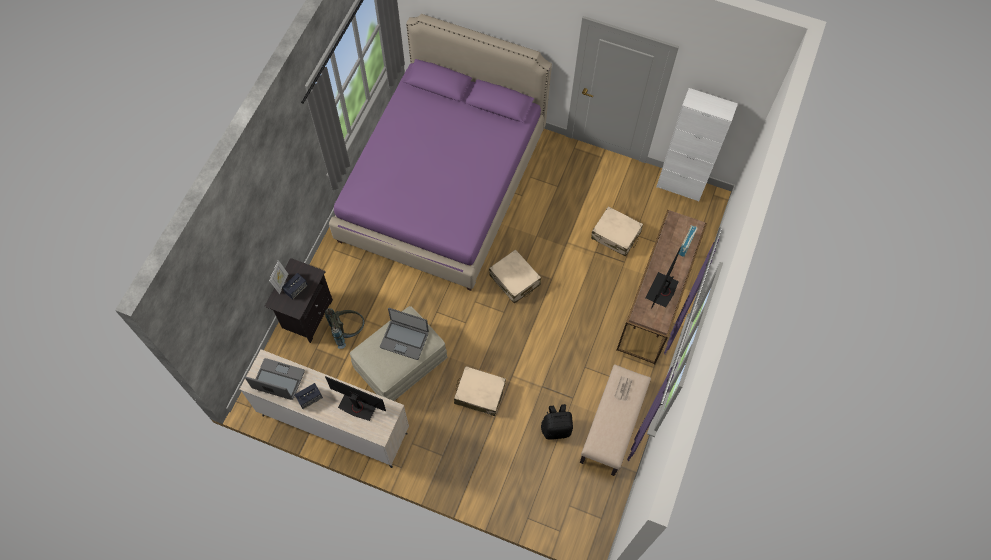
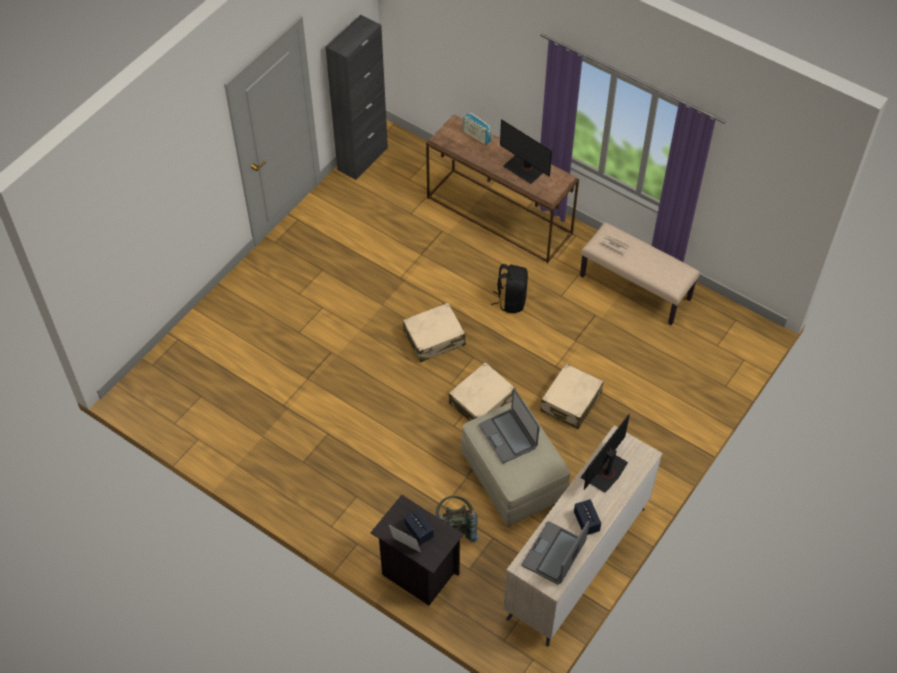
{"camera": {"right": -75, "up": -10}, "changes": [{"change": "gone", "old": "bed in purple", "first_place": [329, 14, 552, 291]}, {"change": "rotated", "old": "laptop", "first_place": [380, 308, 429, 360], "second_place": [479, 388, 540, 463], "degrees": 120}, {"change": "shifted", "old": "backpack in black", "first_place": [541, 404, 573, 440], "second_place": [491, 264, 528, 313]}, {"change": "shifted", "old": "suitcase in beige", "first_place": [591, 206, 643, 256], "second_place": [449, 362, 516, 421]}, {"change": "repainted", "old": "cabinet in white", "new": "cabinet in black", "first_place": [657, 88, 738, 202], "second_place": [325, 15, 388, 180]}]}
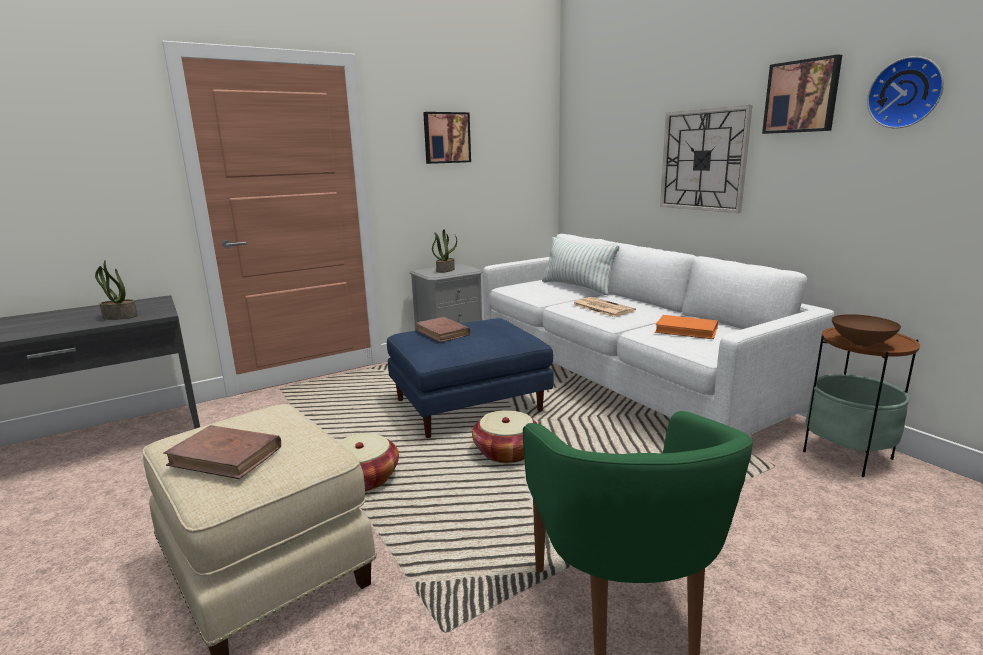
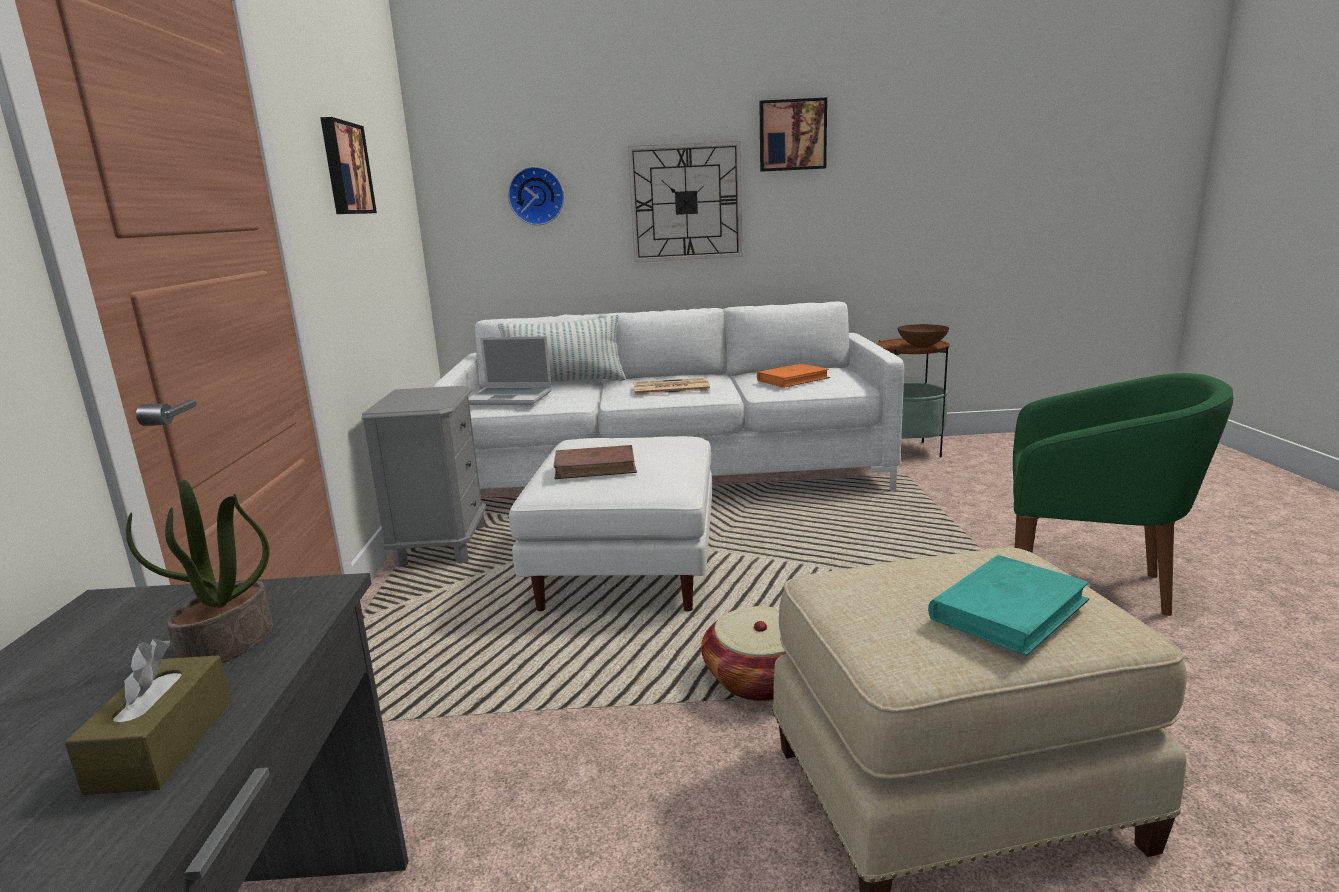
{"camera": {"right": -60, "up": 0}, "changes": [{"change": "repainted", "old": "book in brown", "new": "book in turquoise", "first_place": [163, 425, 281, 479], "second_place": [928, 555, 1089, 656]}, {"change": "repainted", "old": "ottoman in blue", "new": "ottoman in white", "first_place": [387, 318, 553, 438], "second_place": [509, 436, 712, 611]}, {"change": "gone", "old": "potted plant", "first_place": [432, 229, 457, 273]}, {"change": "gone", "old": "basket", "first_place": [472, 410, 538, 463]}, {"change": "shifted", "old": "wall clock", "first_place": [867, 56, 944, 128], "second_place": [508, 166, 564, 225]}, {"change": "new", "new": "tissue box in brown", "second_place": [65, 639, 231, 795]}, {"change": "new", "new": "laptop", "second_place": [468, 336, 552, 405]}]}
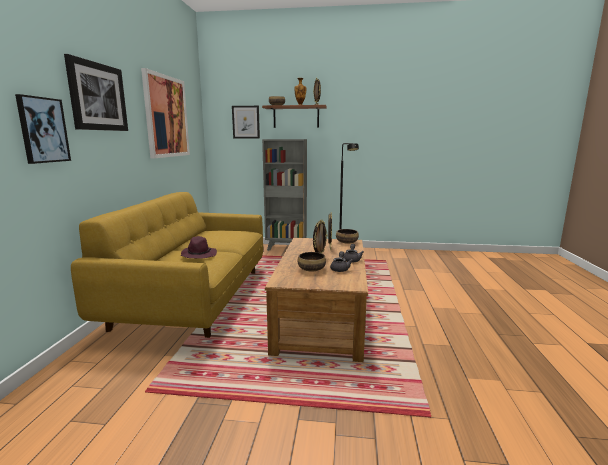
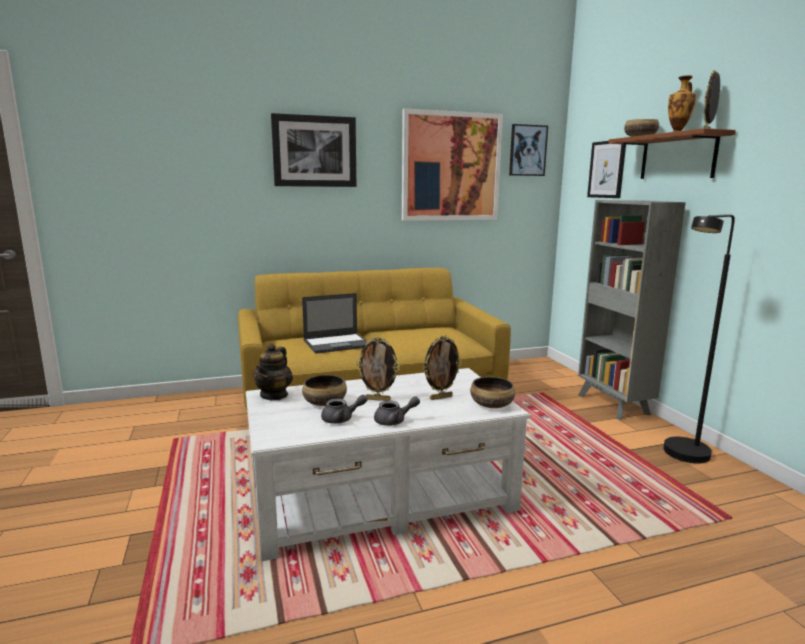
{"camera": {"right": 65, "up": 0}, "changes": [{"change": "shifted", "old": "picture", "first_place": [15, 94, 71, 164], "second_place": [509, 124, 548, 176]}, {"change": "swapped", "old": "hat in purple", "new": "laptop", "first_place": [181, 236, 217, 259], "second_place": [302, 293, 367, 354]}, {"change": "repainted", "old": "coffee table in brown", "new": "coffee table in white", "first_place": [265, 238, 368, 362], "second_place": [246, 368, 530, 562]}, {"change": "new", "new": "teapot", "second_place": [253, 343, 293, 401]}]}
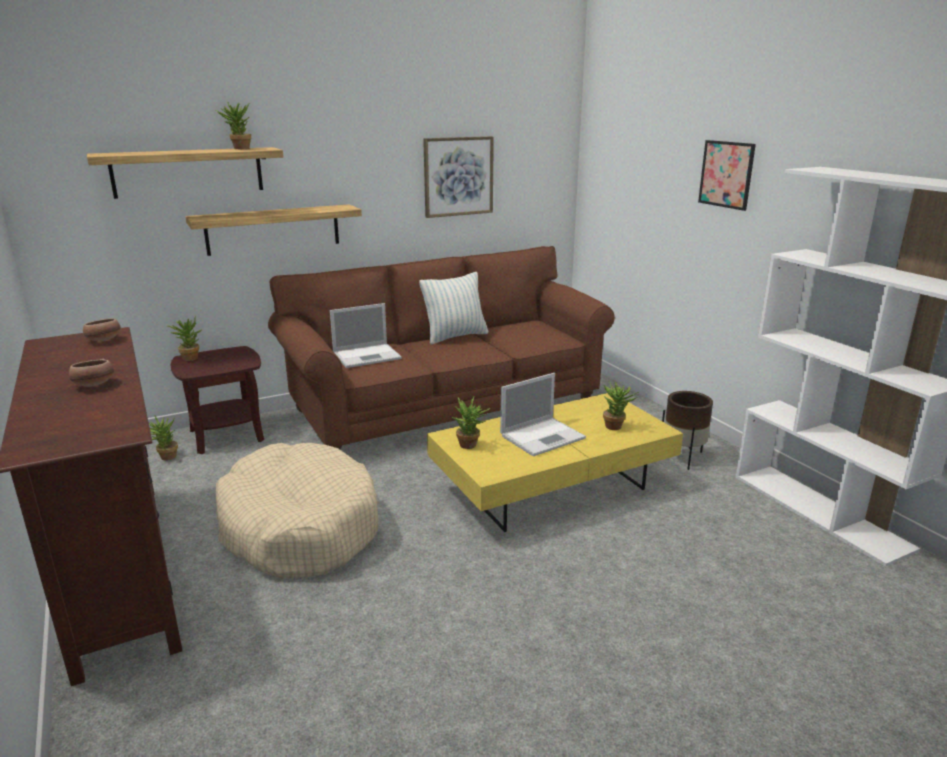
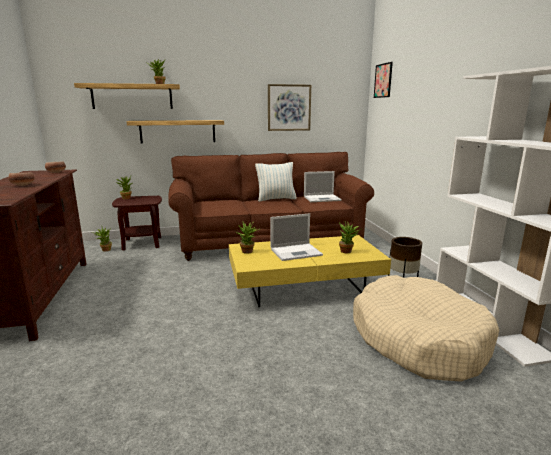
{"camera": {"right": 15, "up": -5}, "changes": [{"change": "shifted", "old": "dog bed in beige", "first_place": [216, 443, 378, 579], "second_place": [353, 275, 499, 382]}, {"change": "shifted", "old": "laptop", "first_place": [330, 303, 402, 368], "second_place": [304, 171, 342, 202]}, {"change": "shifted", "old": "picture", "first_place": [698, 140, 756, 211], "second_place": [374, 62, 393, 98]}]}
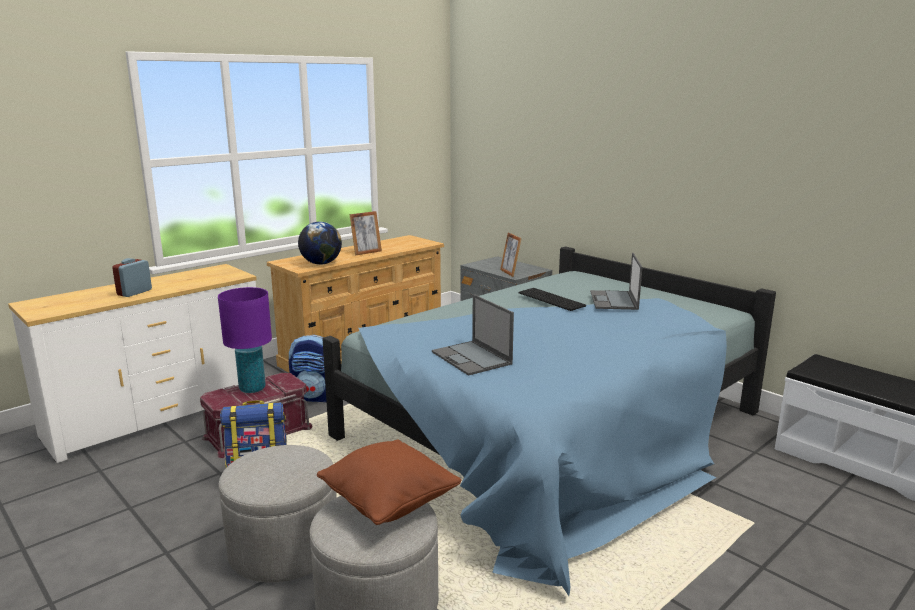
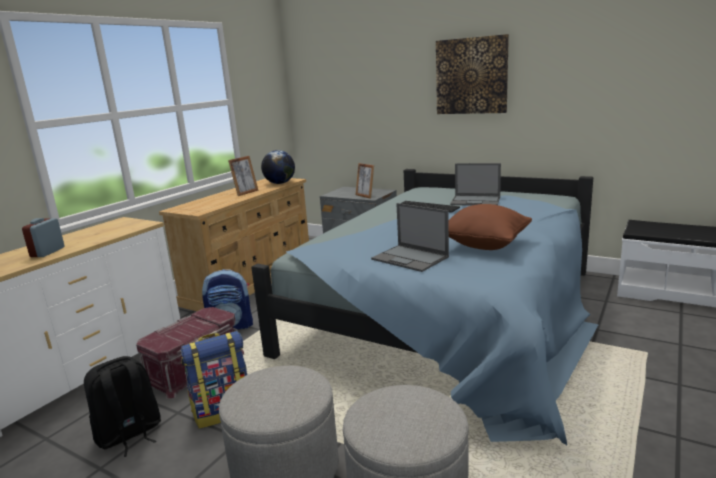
{"camera": {"right": -15, "up": 0}, "changes": [{"change": "gone", "old": "table lamp in purple", "first_place": [218, 287, 272, 393]}, {"change": "shifted", "old": "globe", "first_place": [298, 222, 342, 265], "second_place": [261, 150, 295, 184]}, {"change": "shifted", "old": "pillow in brown", "first_place": [317, 440, 462, 525], "second_place": [449, 204, 532, 250]}, {"change": "rotated", "old": "laptop", "first_place": [590, 253, 642, 310], "second_place": [450, 163, 501, 206], "degrees": -60}, {"change": "new", "new": "backpack in black", "second_place": [84, 356, 161, 457]}, {"change": "new", "new": "picture", "second_place": [436, 34, 509, 114]}]}
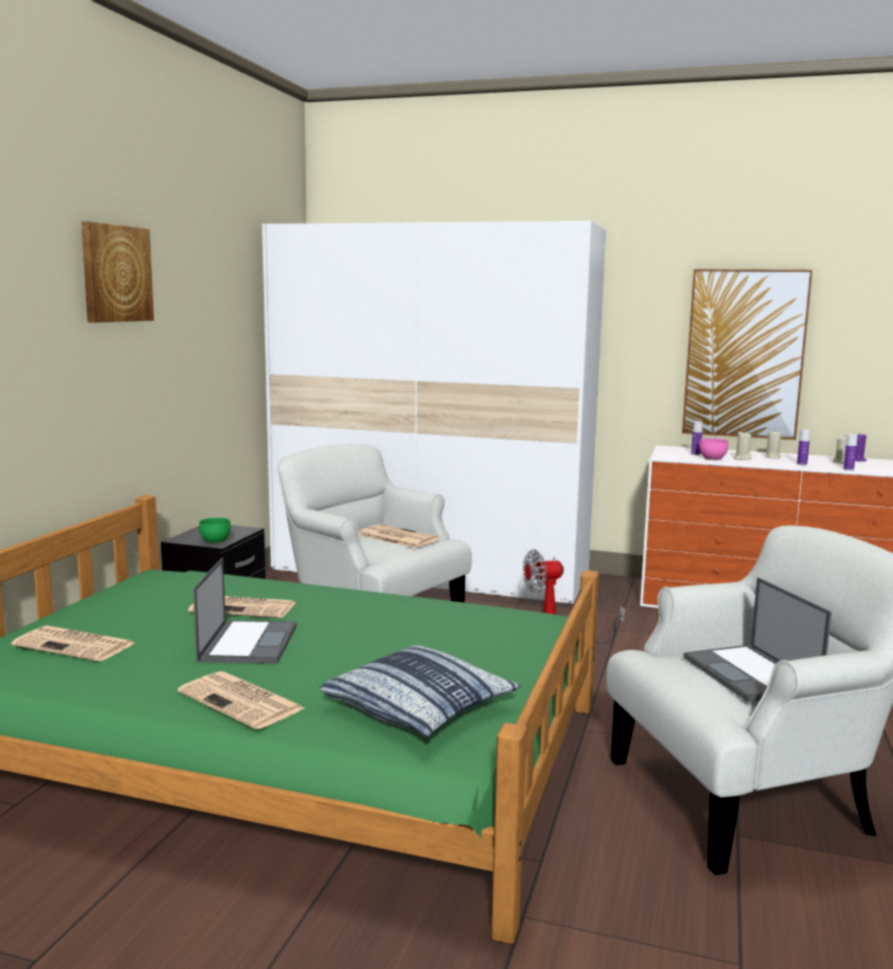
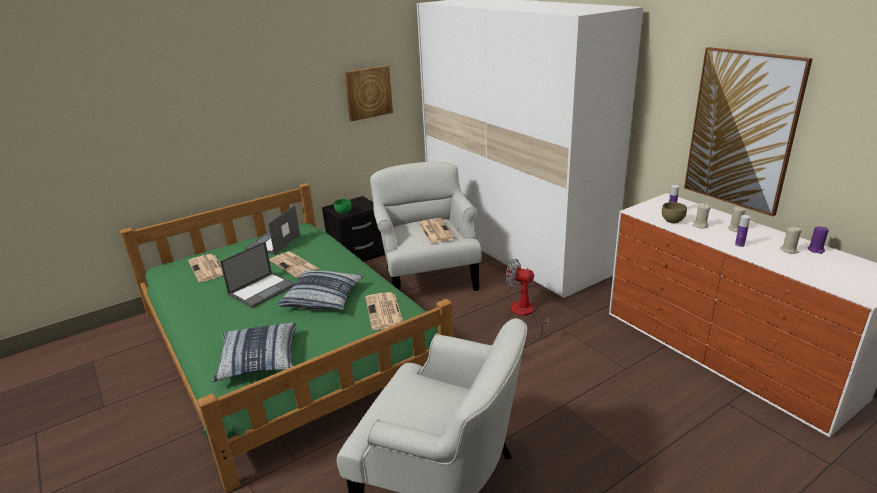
{"camera": {"right": 40, "up": 15}, "changes": [{"change": "shifted", "old": "picture", "first_place": [81, 221, 154, 323], "second_place": [344, 65, 393, 121]}, {"change": "shifted", "old": "newspaper", "first_place": [178, 671, 306, 730], "second_place": [365, 292, 403, 330]}, {"change": "shifted", "old": "laptop", "first_place": [683, 577, 832, 702], "second_place": [245, 205, 300, 255]}, {"change": "repainted", "old": "bowl in pink", "new": "bowl in brown", "first_place": [699, 438, 728, 460], "second_place": [662, 202, 687, 223]}, {"change": "gone", "old": "bottle", "first_place": [843, 434, 858, 471]}, {"change": "new", "new": "pillow", "second_place": [278, 270, 364, 310]}]}
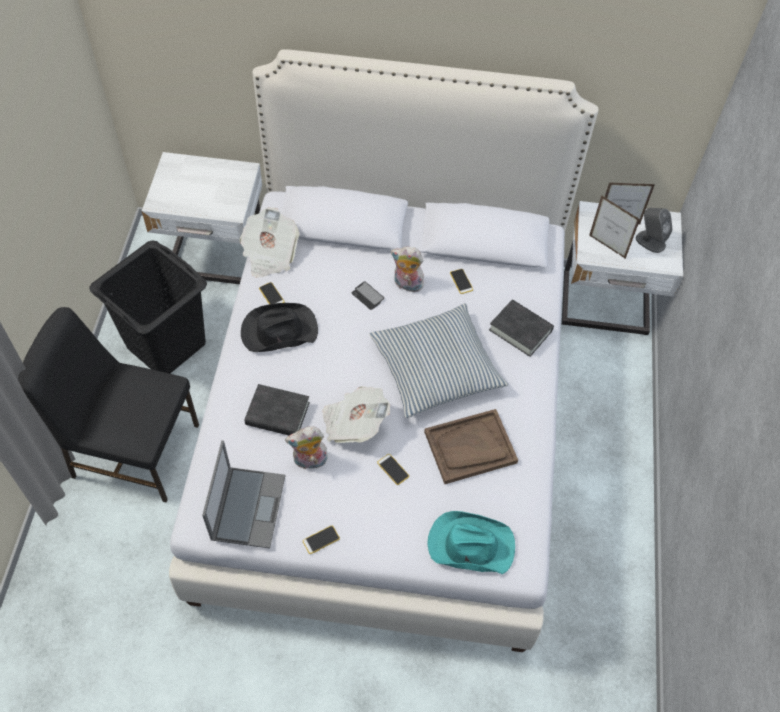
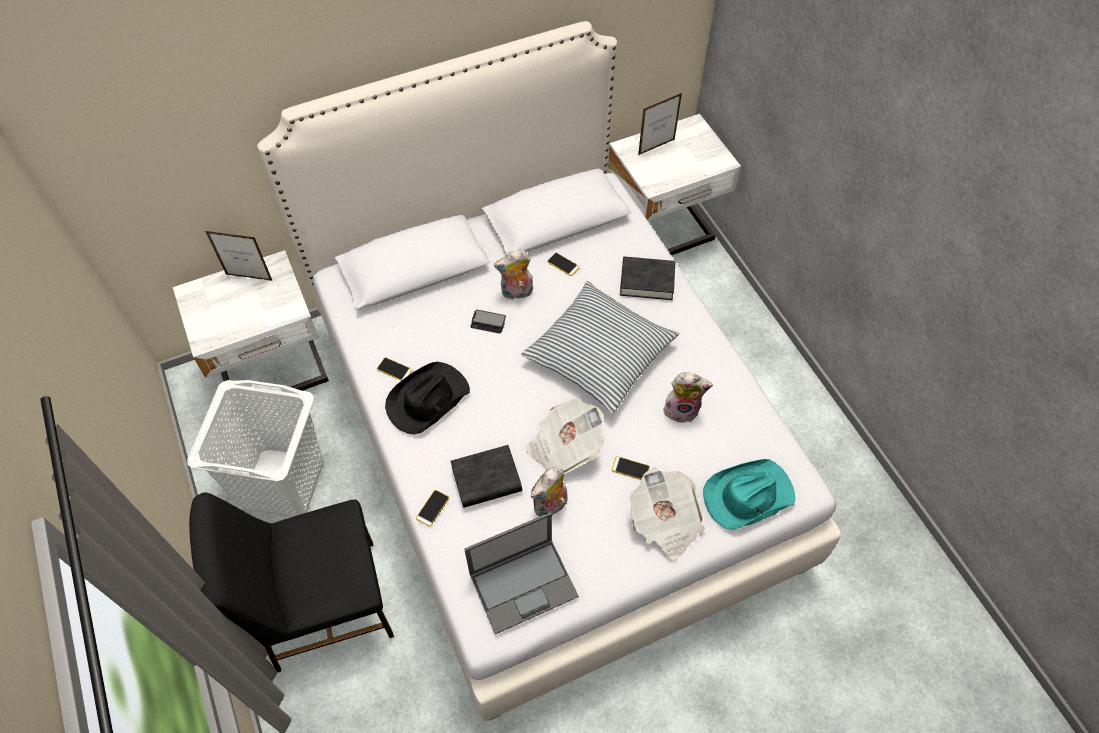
{"camera": {"right": -30, "up": 0}, "changes": [{"change": "repainted", "old": "laundry basket in black", "new": "laundry basket in white", "first_place": [89, 240, 207, 374], "second_place": [187, 380, 324, 517]}, {"change": "rotated", "old": "laptop", "first_place": [202, 440, 286, 549], "second_place": [464, 512, 579, 634], "degrees": 90}, {"change": "shifted", "old": "newspaper", "first_place": [240, 207, 299, 278], "second_place": [630, 468, 705, 561]}, {"change": "shifted", "old": "phone", "first_place": [303, 526, 340, 554], "second_place": [416, 490, 449, 527]}, {"change": "swapped", "old": "tray in brown", "new": "plush toy", "first_place": [424, 409, 518, 484], "second_place": [663, 372, 713, 423]}, {"change": "shifted", "old": "picture frame", "first_place": [589, 195, 640, 259], "second_place": [205, 231, 273, 281]}, {"change": "gone", "old": "speaker in grey", "first_place": [636, 208, 673, 253]}]}
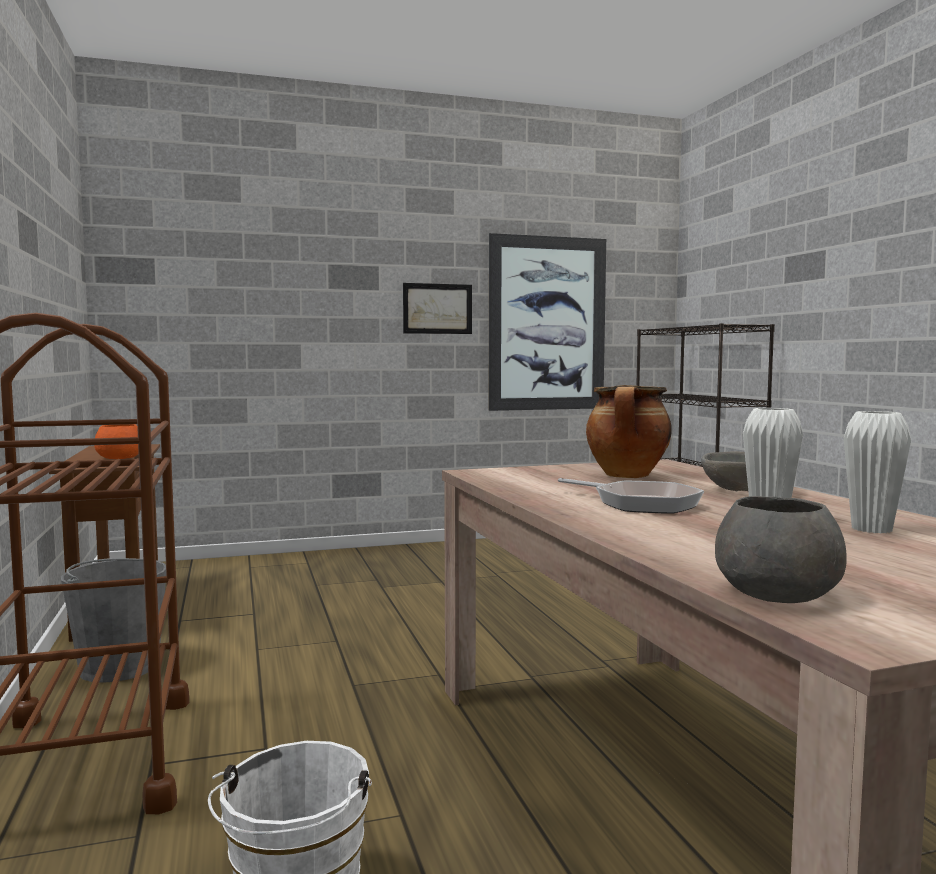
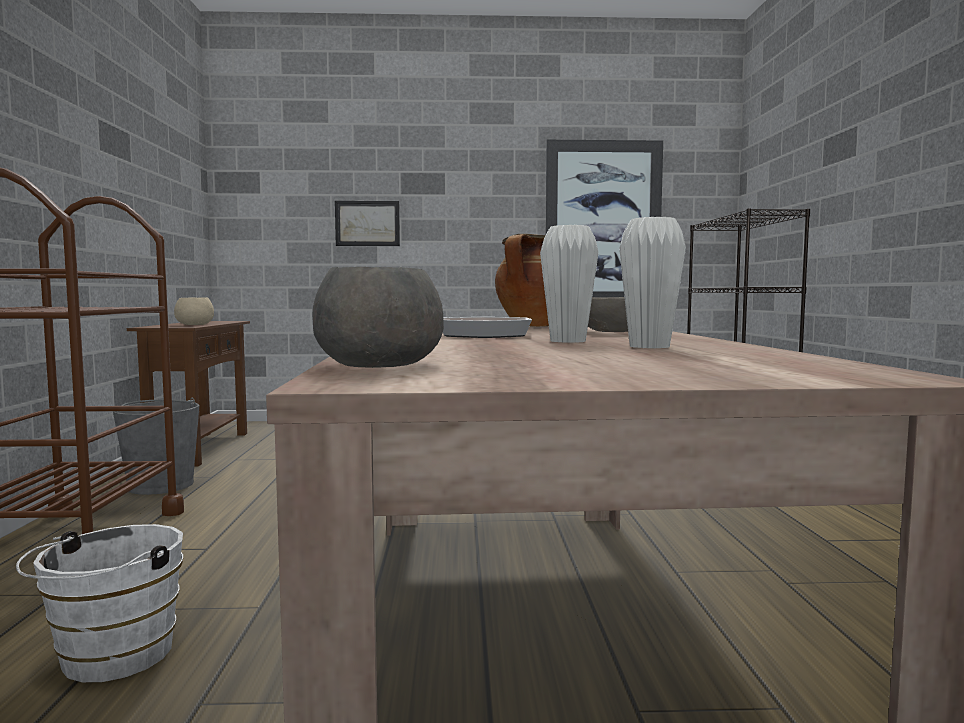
{"camera": {"right": 15, "up": 0}, "changes": [{"change": "repainted", "old": "bowl in orange", "new": "bowl in beige", "first_place": [94, 424, 139, 459], "second_place": [174, 297, 214, 325]}, {"change": "shifted", "old": "picture", "first_place": [403, 283, 472, 334], "second_place": [335, 201, 400, 246]}]}
